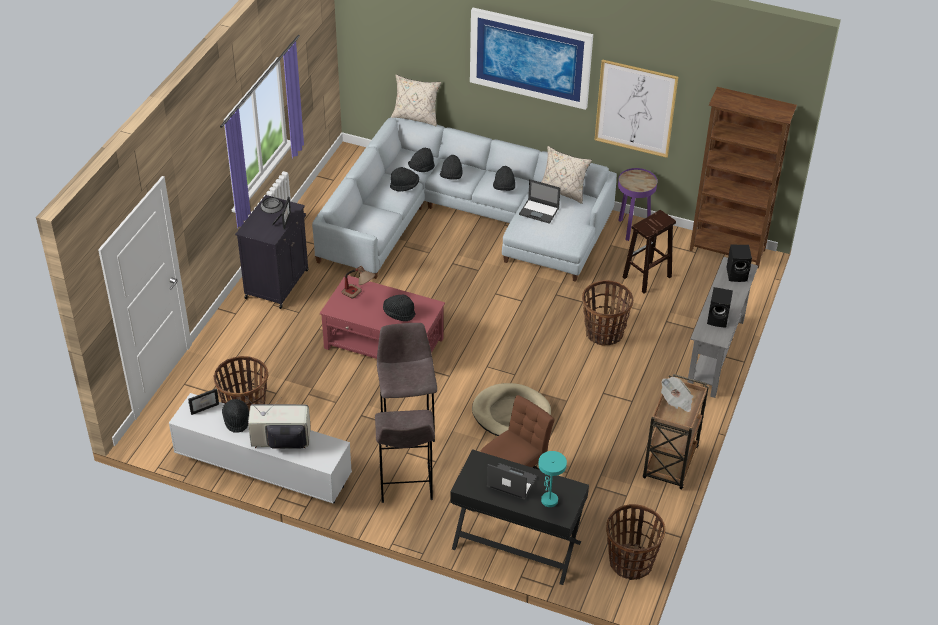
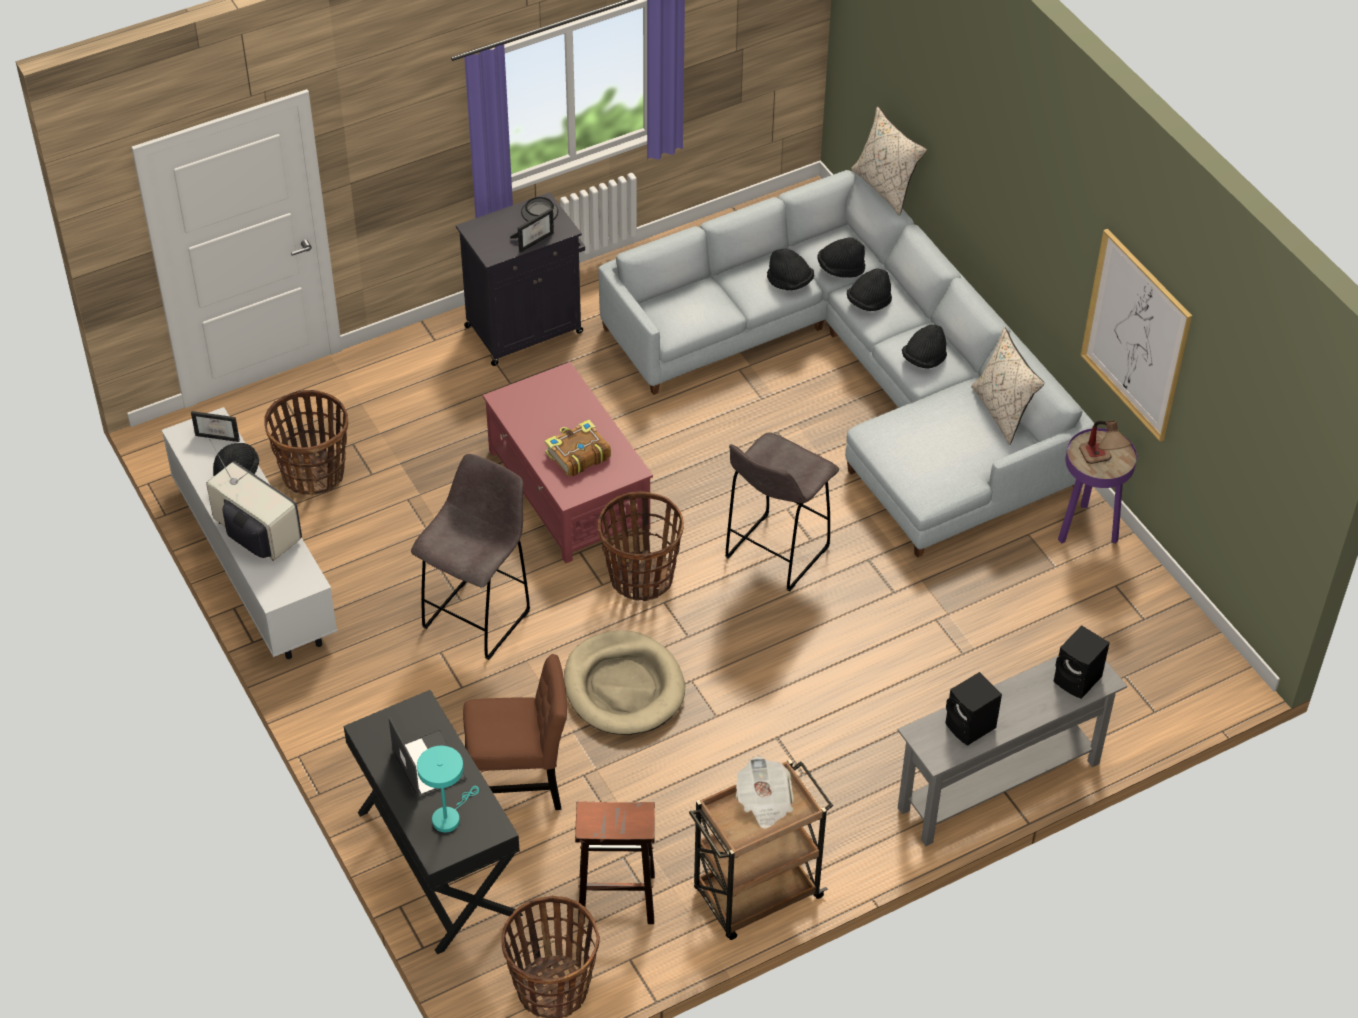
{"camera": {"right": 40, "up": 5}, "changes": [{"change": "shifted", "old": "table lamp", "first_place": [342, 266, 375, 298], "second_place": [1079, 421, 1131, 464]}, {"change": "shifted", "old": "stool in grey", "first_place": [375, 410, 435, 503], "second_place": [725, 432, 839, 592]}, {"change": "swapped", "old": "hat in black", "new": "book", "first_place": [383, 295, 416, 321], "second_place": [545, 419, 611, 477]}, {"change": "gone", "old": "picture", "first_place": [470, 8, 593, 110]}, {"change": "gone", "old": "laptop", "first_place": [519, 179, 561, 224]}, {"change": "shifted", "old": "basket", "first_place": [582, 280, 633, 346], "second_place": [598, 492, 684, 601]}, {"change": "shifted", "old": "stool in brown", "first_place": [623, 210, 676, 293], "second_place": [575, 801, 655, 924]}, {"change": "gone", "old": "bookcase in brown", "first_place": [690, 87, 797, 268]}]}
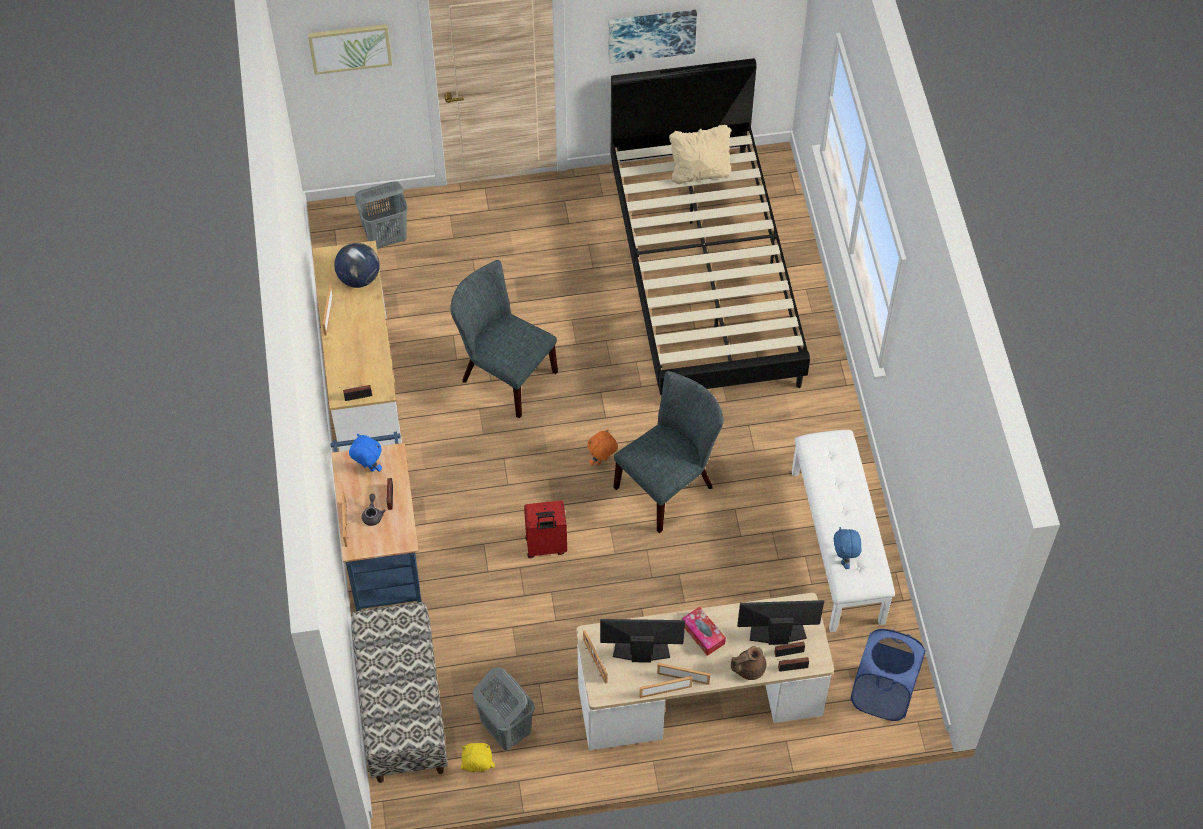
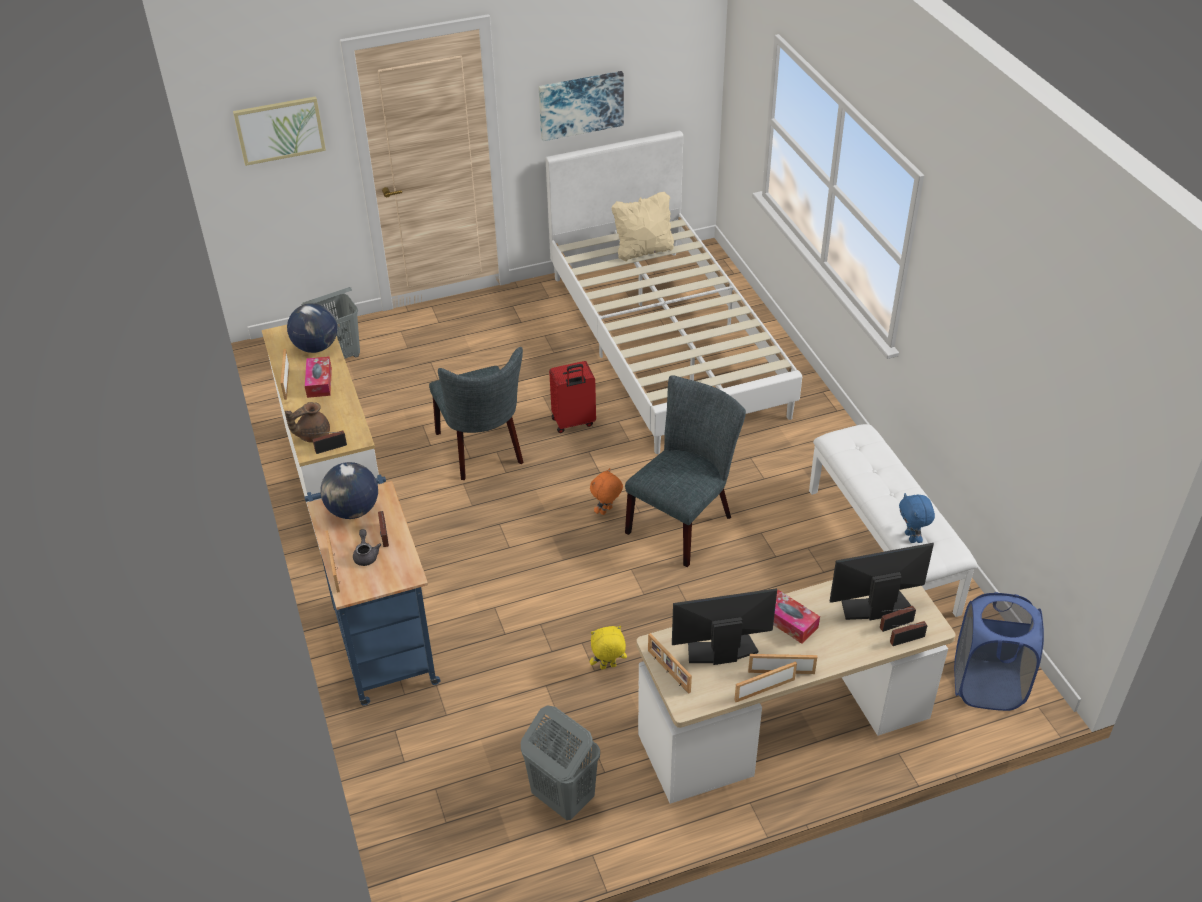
{"camera": {"right": -10, "up": -15}, "changes": [{"change": "swapped", "old": "plush toy in blue", "new": "globe", "first_place": [349, 434, 382, 472], "second_place": [320, 462, 378, 519]}, {"change": "gone", "old": "bench", "first_place": [351, 602, 448, 783]}, {"change": "rotated", "old": "chair in grey", "first_place": [451, 260, 558, 419], "second_place": [429, 347, 523, 480], "degrees": -135}, {"change": "shifted", "old": "plush toy in yellow", "first_place": [461, 743, 495, 772], "second_place": [590, 626, 627, 669]}, {"change": "shifted", "old": "suitcase in red", "first_place": [524, 500, 567, 558], "second_place": [549, 361, 596, 433]}, {"change": "repainted", "old": "bed in black", "new": "bed in white", "first_place": [611, 58, 810, 397], "second_place": [546, 130, 802, 454]}, {"change": "shifted", "old": "teapot in brown", "first_place": [731, 646, 767, 680], "second_place": [285, 402, 330, 443]}, {"change": "new", "new": "tissue box", "second_place": [305, 357, 332, 398]}]}
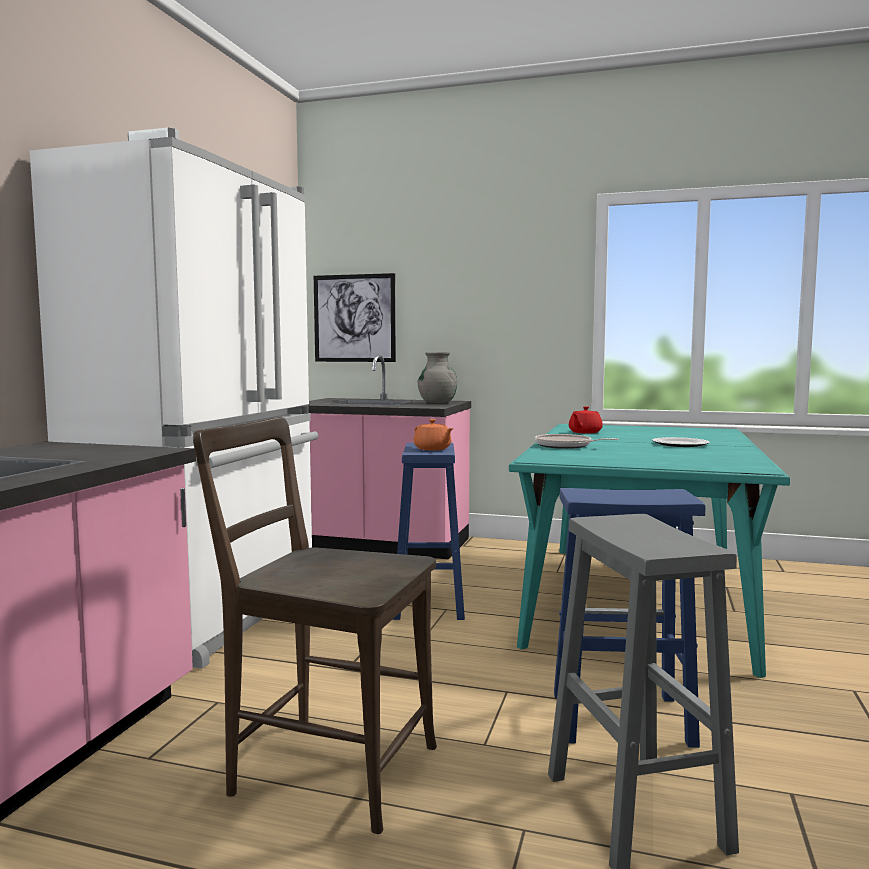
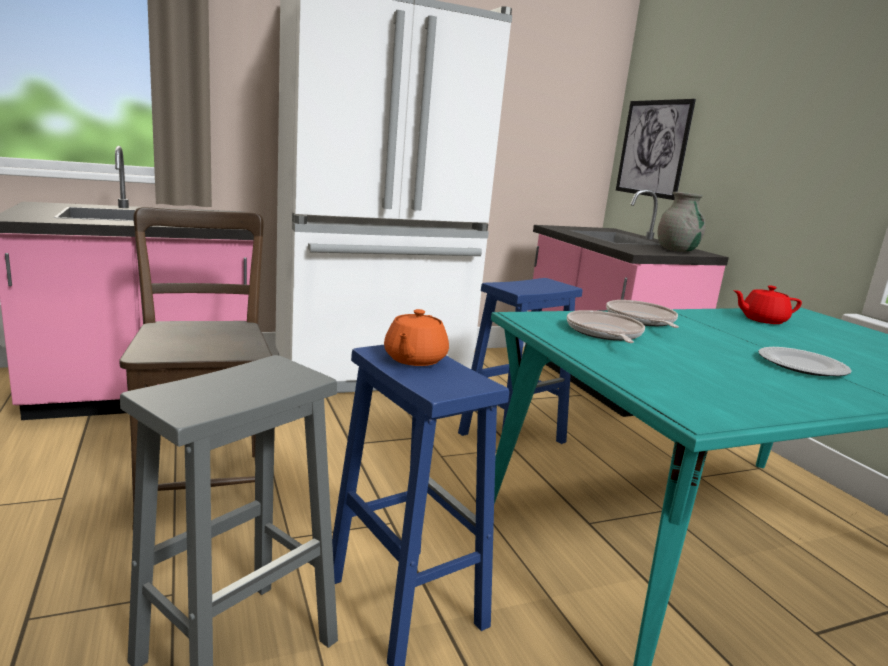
{"camera": {"right": 50, "up": 10}, "changes": [{"change": "shifted", "old": "teapot in orange", "first_place": [413, 419, 453, 450], "second_place": [384, 309, 449, 366]}, {"change": "new", "new": "frying pan", "second_place": [567, 310, 645, 343]}]}
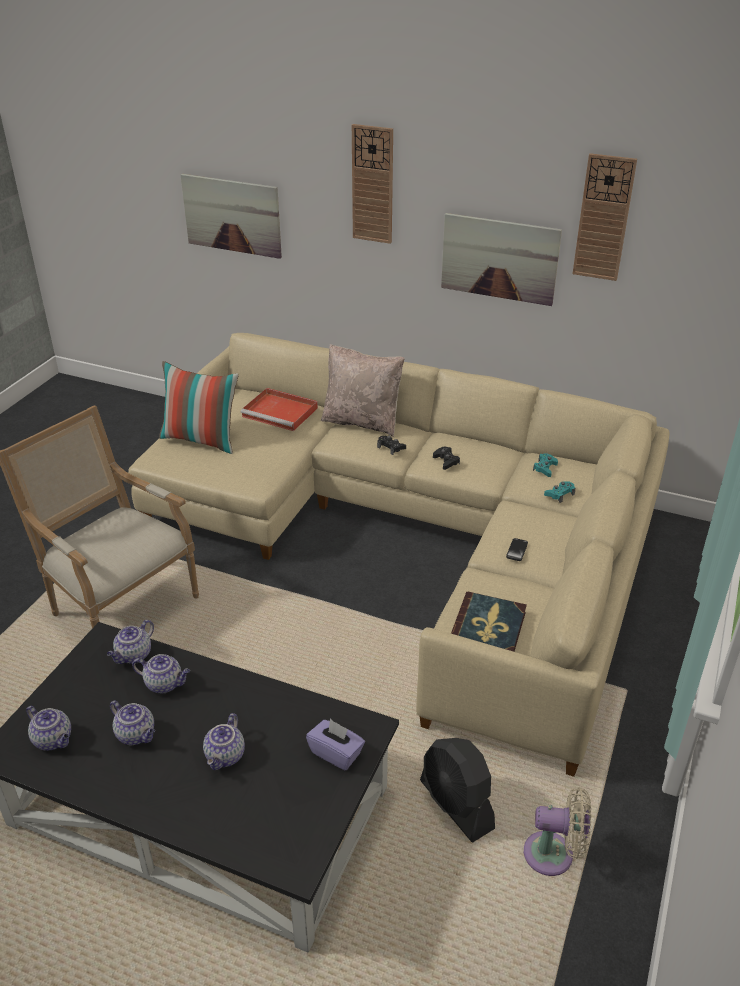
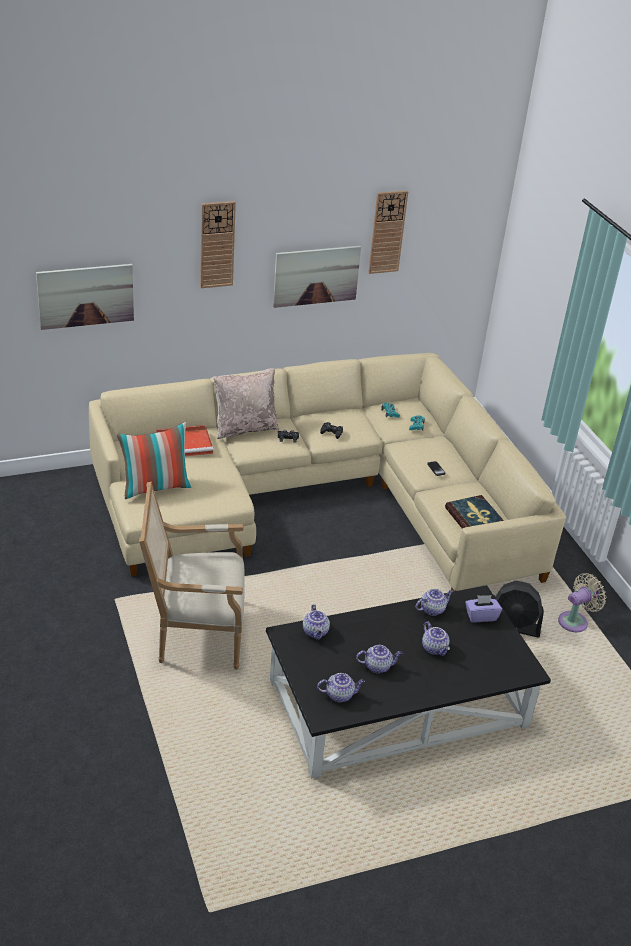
{"camera": {"right": -45, "up": 0}, "changes": [{"change": "shifted", "old": "teapot", "first_place": [132, 654, 190, 693], "second_place": [416, 589, 454, 616]}]}
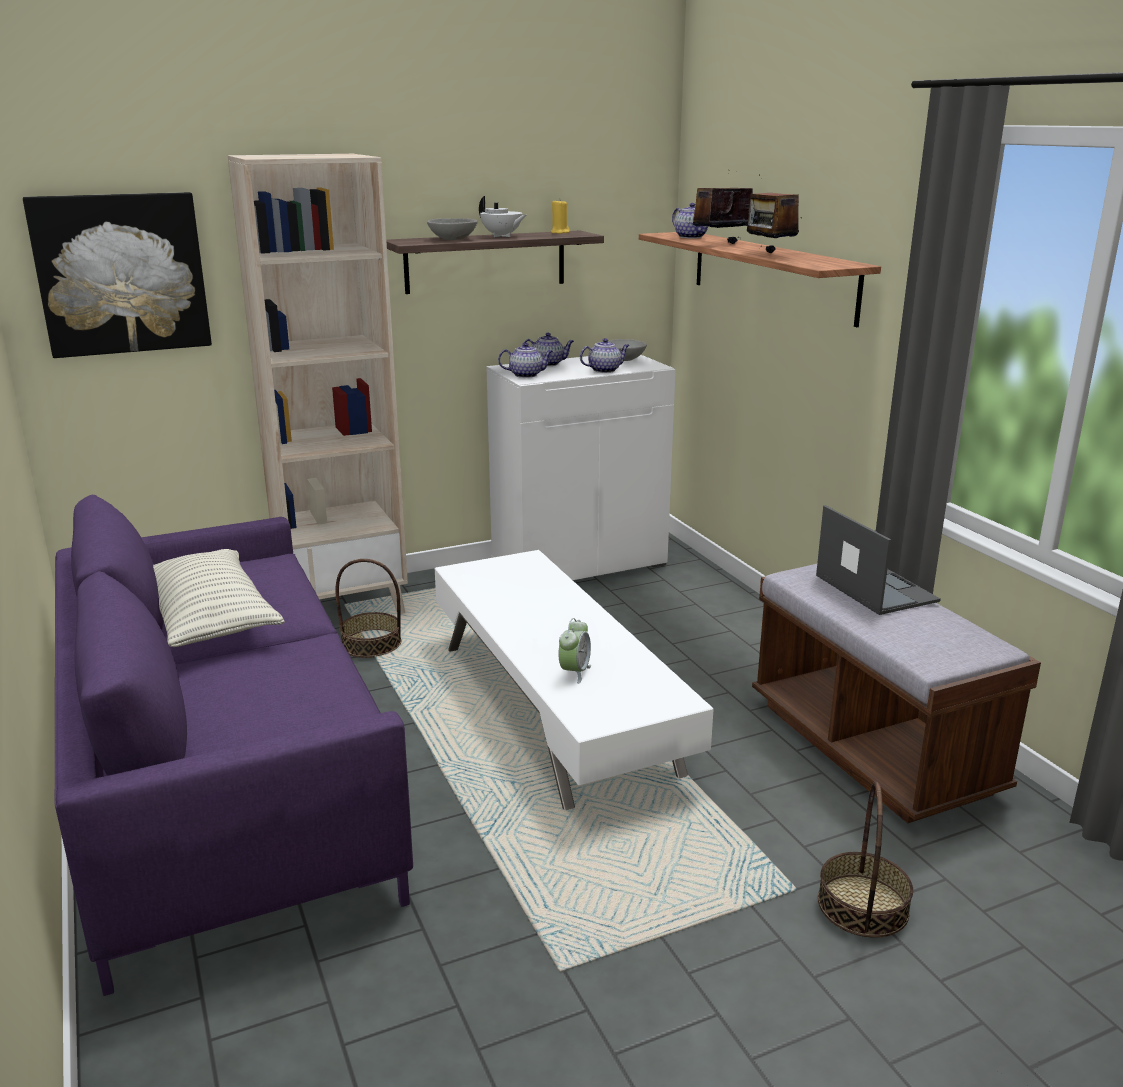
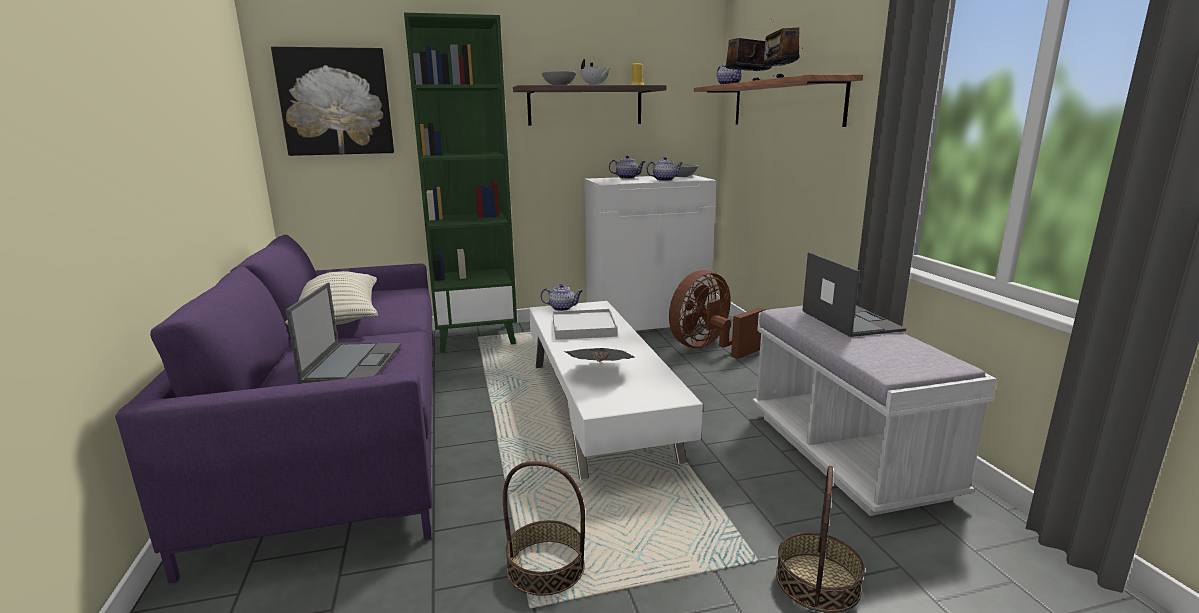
{"camera": {"right": 10, "up": -5}, "changes": [{"change": "repainted", "old": "bookcase in beige", "new": "bookcase in green", "first_place": [228, 154, 408, 614], "second_place": [404, 13, 517, 352]}, {"change": "shifted", "old": "basket", "first_place": [335, 559, 401, 658], "second_place": [503, 461, 585, 596]}, {"change": "shifted", "old": "teapot", "first_place": [498, 343, 553, 378], "second_place": [540, 284, 583, 311]}, {"change": "swapped", "old": "alarm clock", "new": "newspaper", "first_place": [559, 618, 591, 684], "second_place": [563, 348, 634, 362]}, {"change": "repainted", "old": "bench in brown", "new": "bench in white", "first_place": [752, 564, 1041, 823], "second_place": [752, 306, 997, 516]}, {"change": "new", "new": "laptop", "second_place": [286, 282, 401, 383]}, {"change": "new", "new": "tray in white", "second_place": [553, 309, 618, 340]}, {"change": "new", "new": "fan in brown", "second_place": [669, 270, 766, 359]}]}
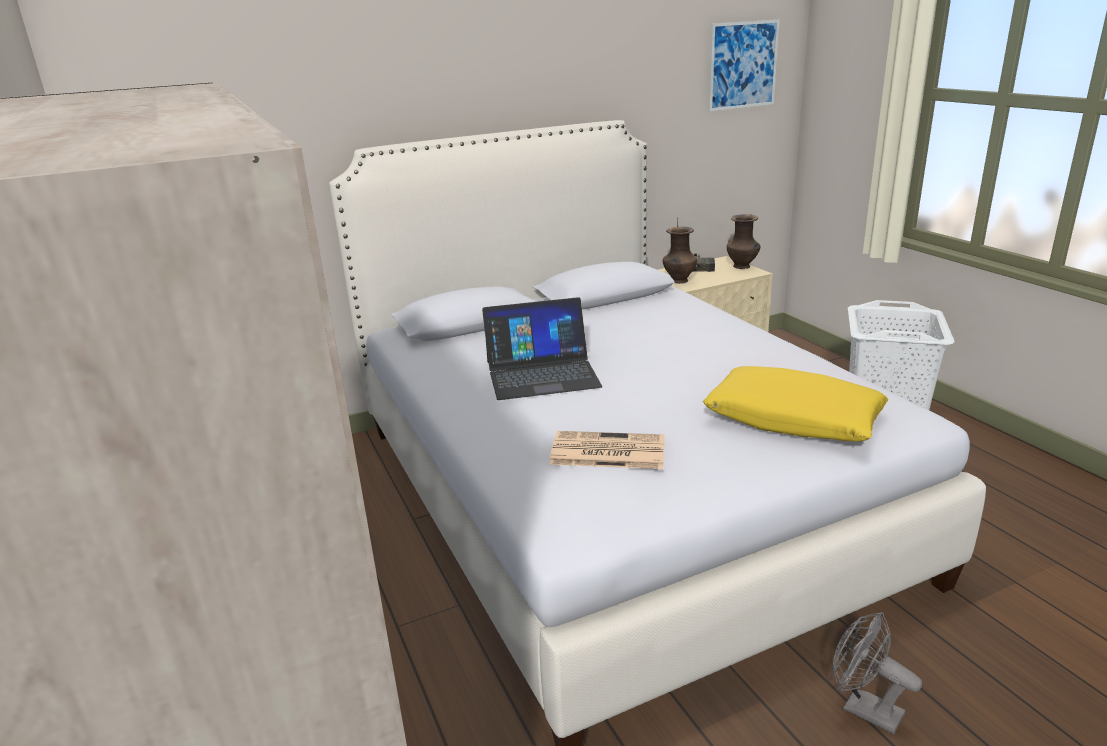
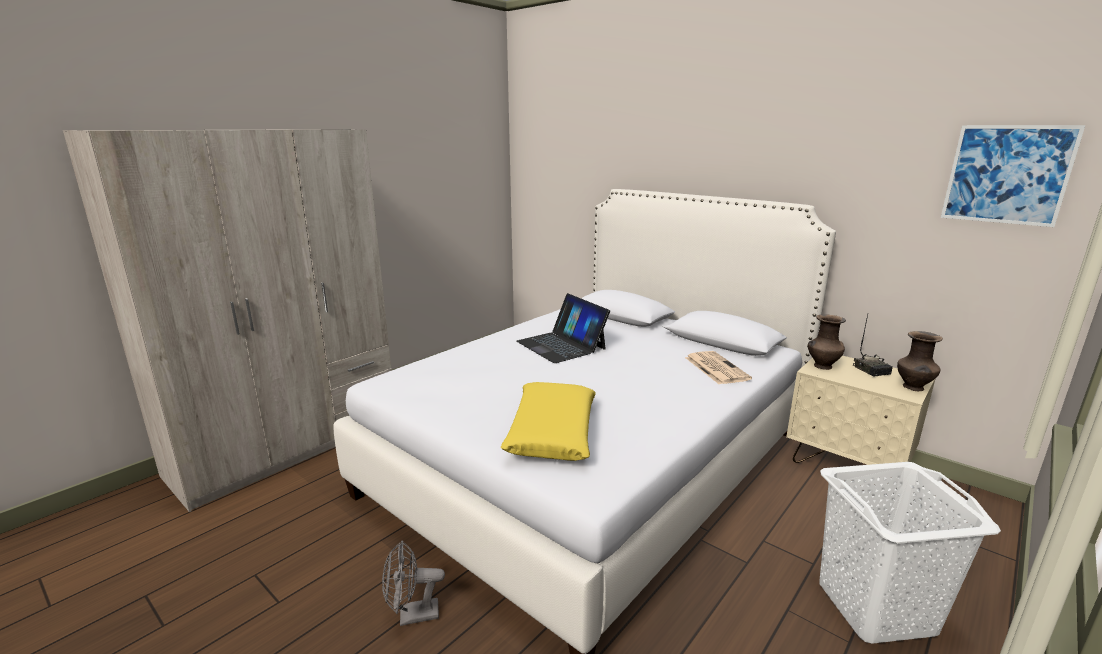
{"camera": {"right": 65, "up": -5}, "changes": [{"change": "shifted", "old": "newspaper", "first_place": [549, 431, 665, 469], "second_place": [685, 351, 752, 384]}, {"change": "rotated", "old": "fan in grey", "first_place": [832, 612, 922, 734], "second_place": [382, 540, 445, 626], "degrees": -120}]}
